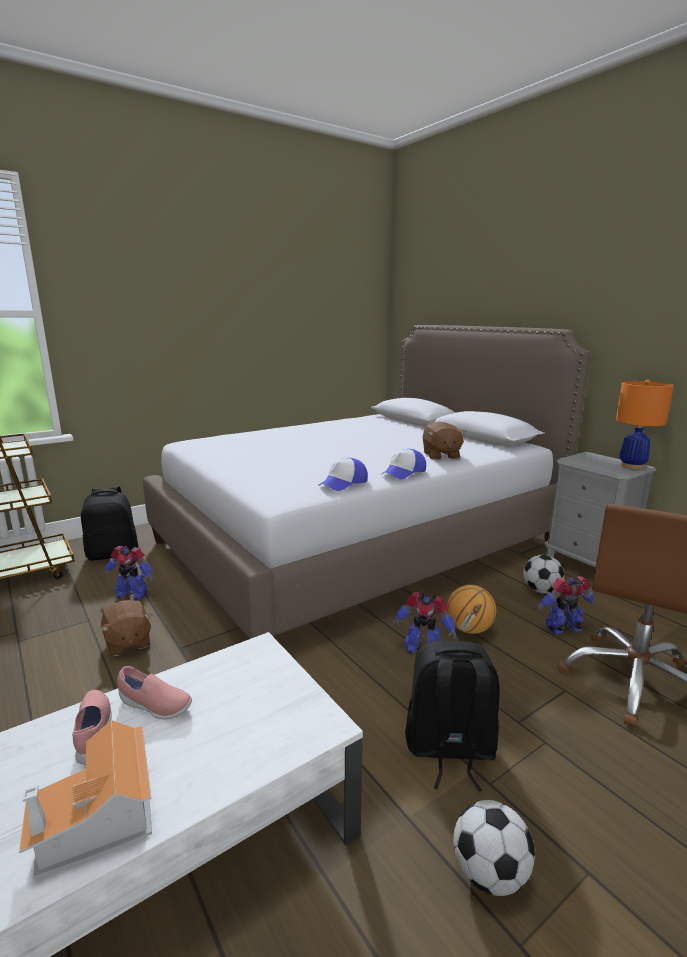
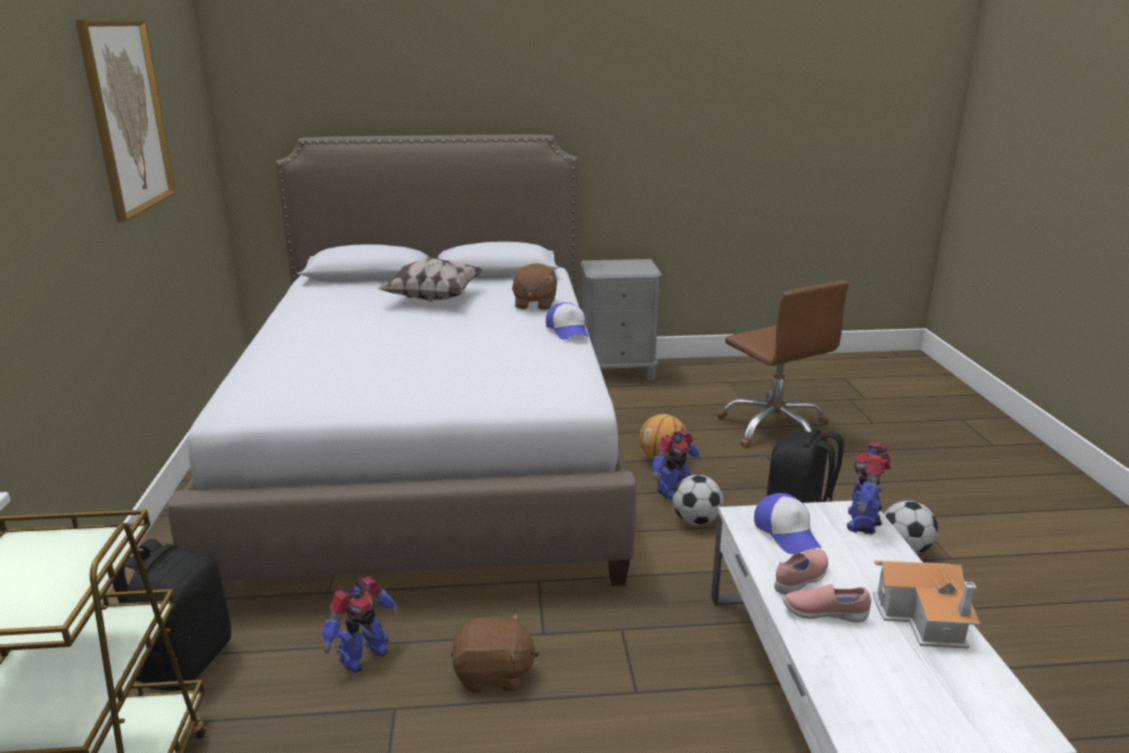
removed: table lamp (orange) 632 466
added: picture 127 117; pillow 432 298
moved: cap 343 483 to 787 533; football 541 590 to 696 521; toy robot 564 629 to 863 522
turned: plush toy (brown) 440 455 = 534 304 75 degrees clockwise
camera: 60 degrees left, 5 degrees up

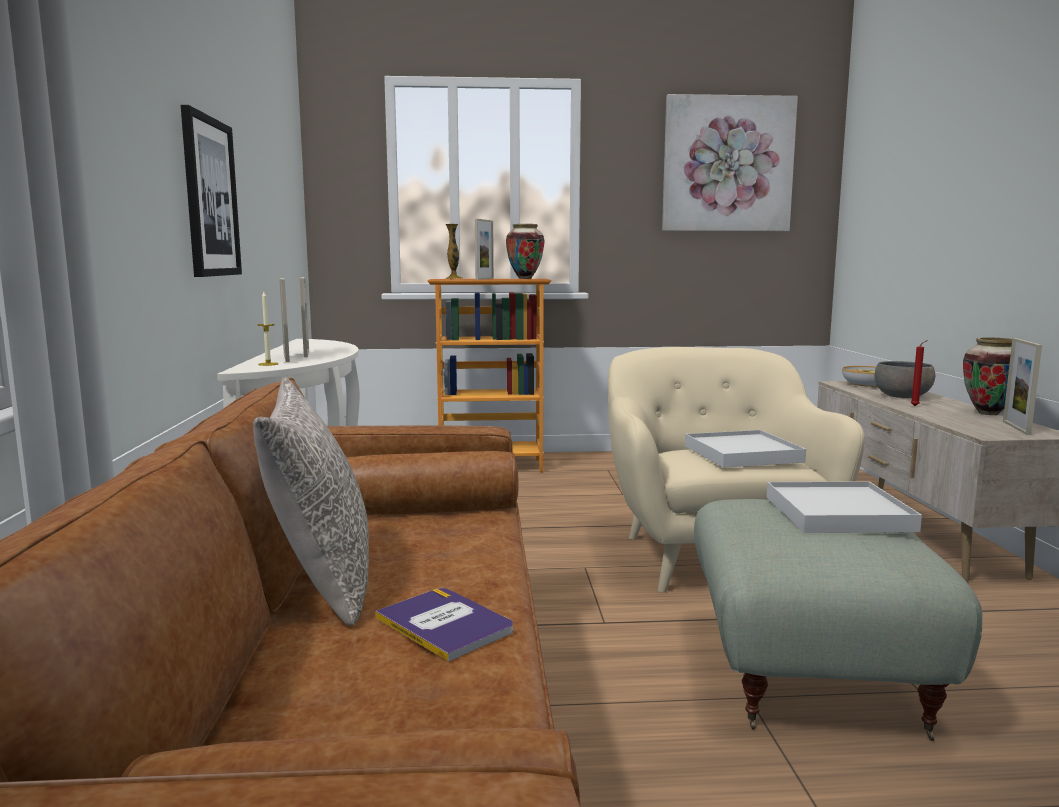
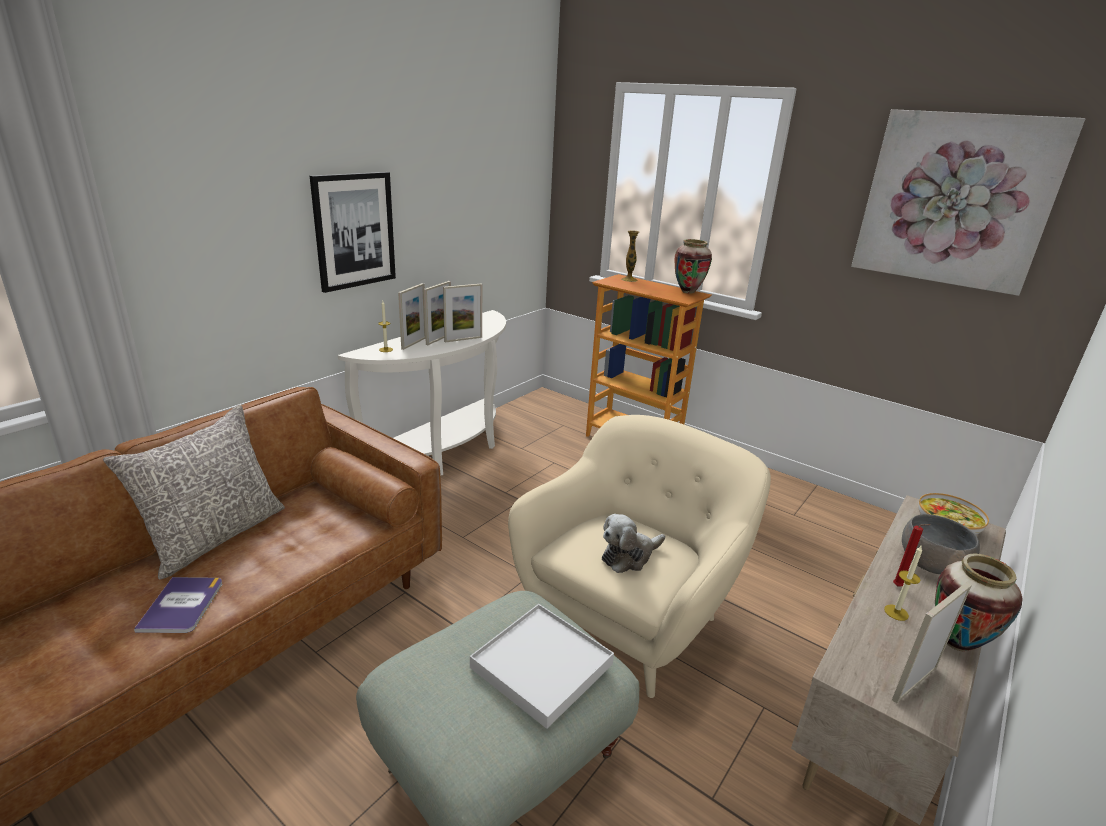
added: candle 896 612
moved: picture frame 484 279 to 463 339
replaced: tray (white) 742 454 to plush toy 629 556
camera: 40 degrees right, 15 degrees up

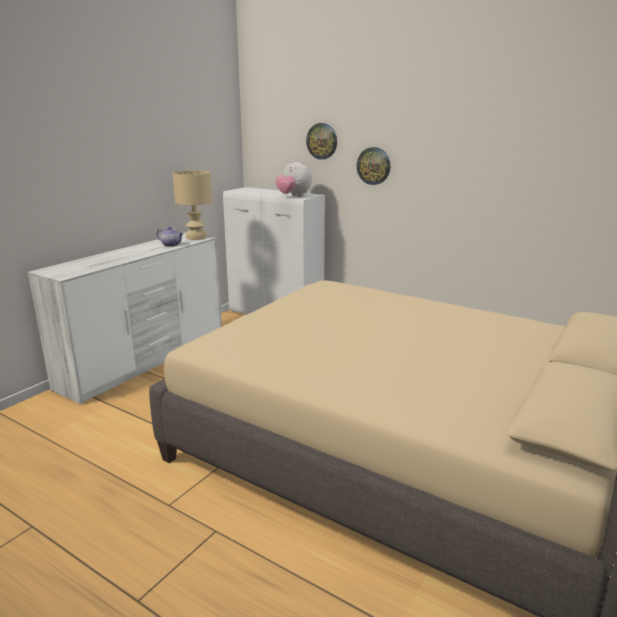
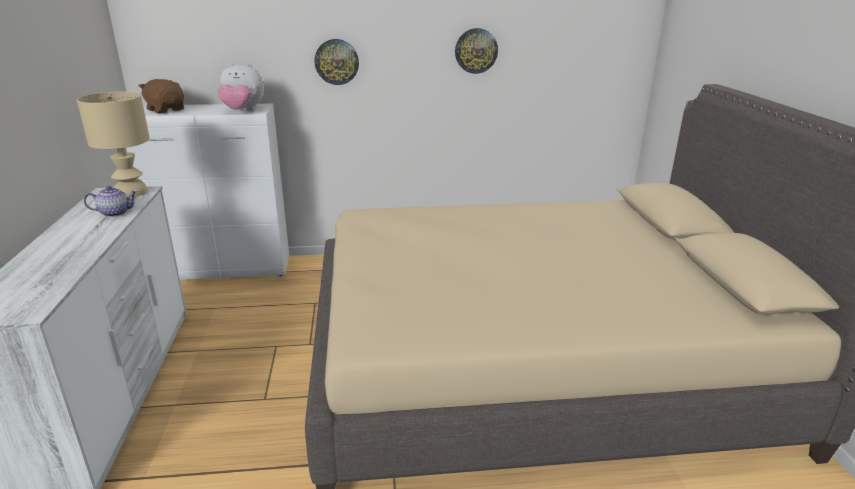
added: plush toy (brown) 166 110
moved: wall clock 322 141 to 476 51
camera: 40 degrees left, 5 degrees up

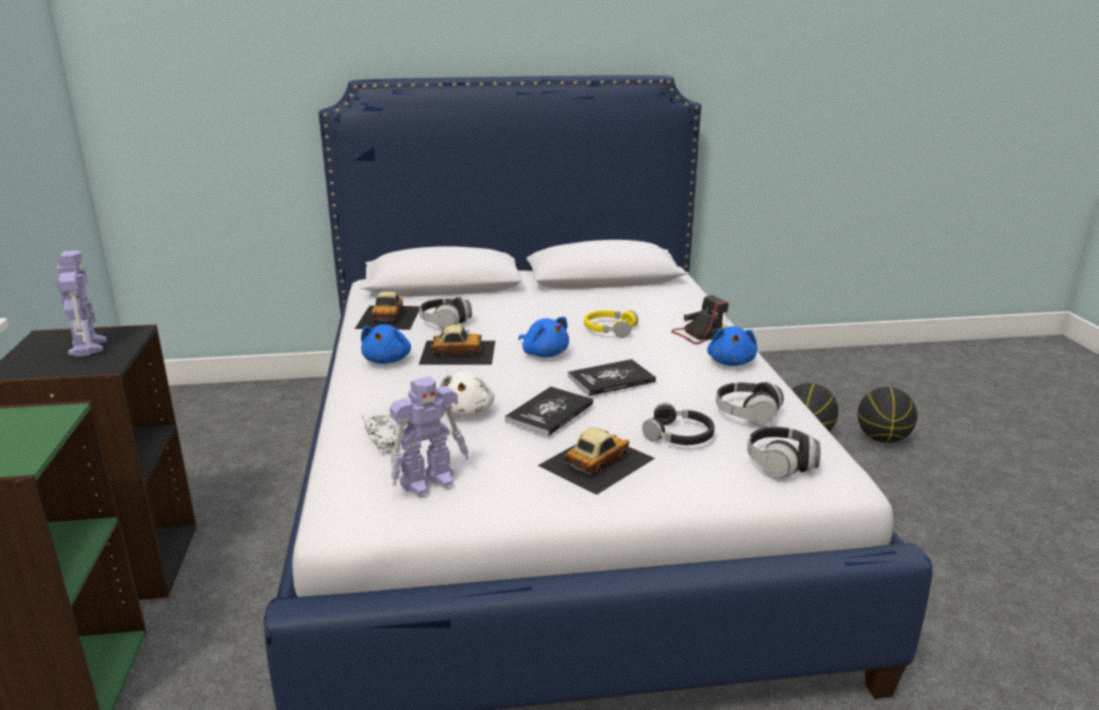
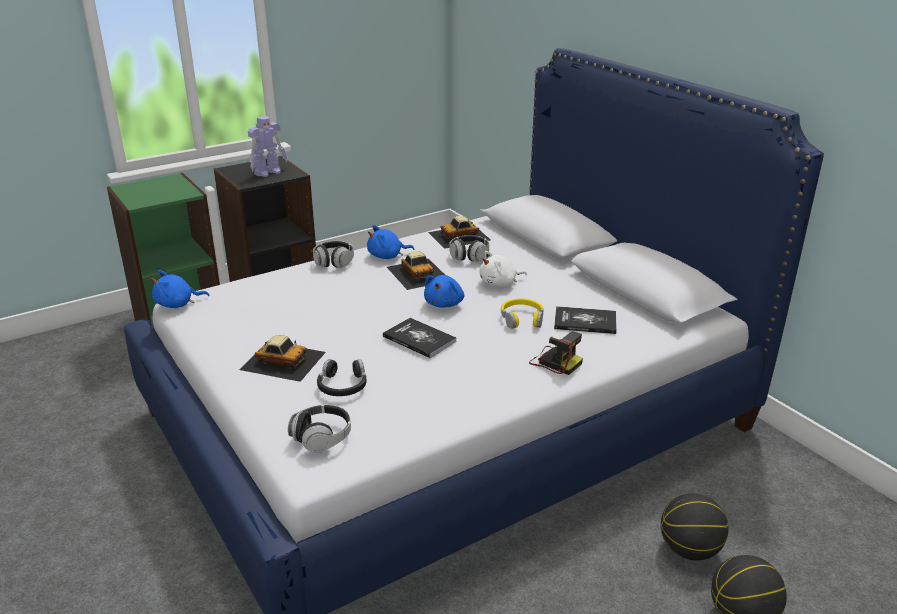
removed: toy robot 429 481; toy car (white) 384 438
moved: plush toy (blue) 731 362 to 177 304; plush toy (white) 467 411 to 500 283; headphones 747 414 to 334 262; book 549 413 to 585 321
camera: 65 degrees right, 5 degrees up

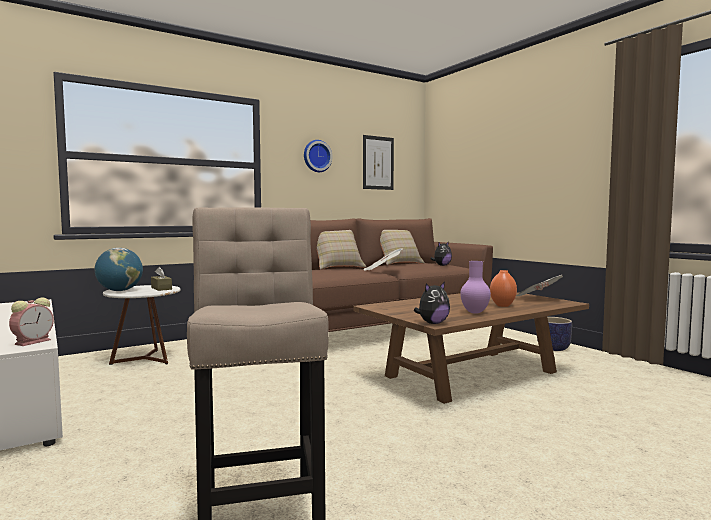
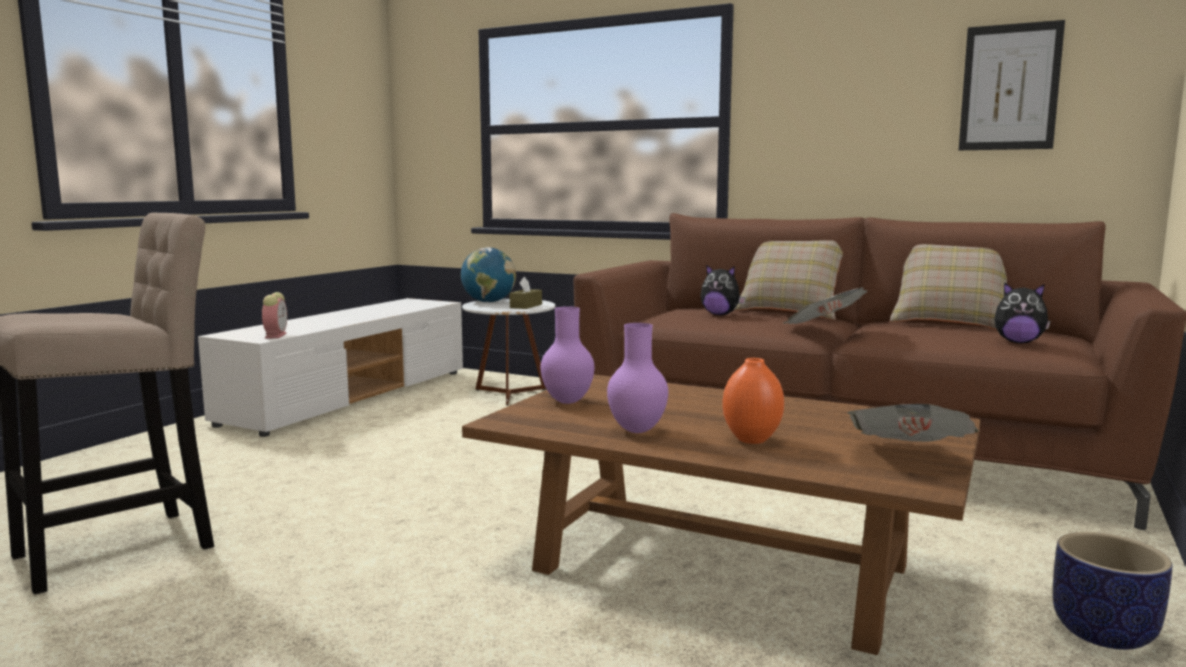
removed: wall clock 316 156
added: vase (purple) 569 401
moved: plush toy 432 323 to 720 315
turned: alarm clock 34 341 = 275 335 90 degrees counterclockwise
camera: 60 degrees right, 5 degrees up

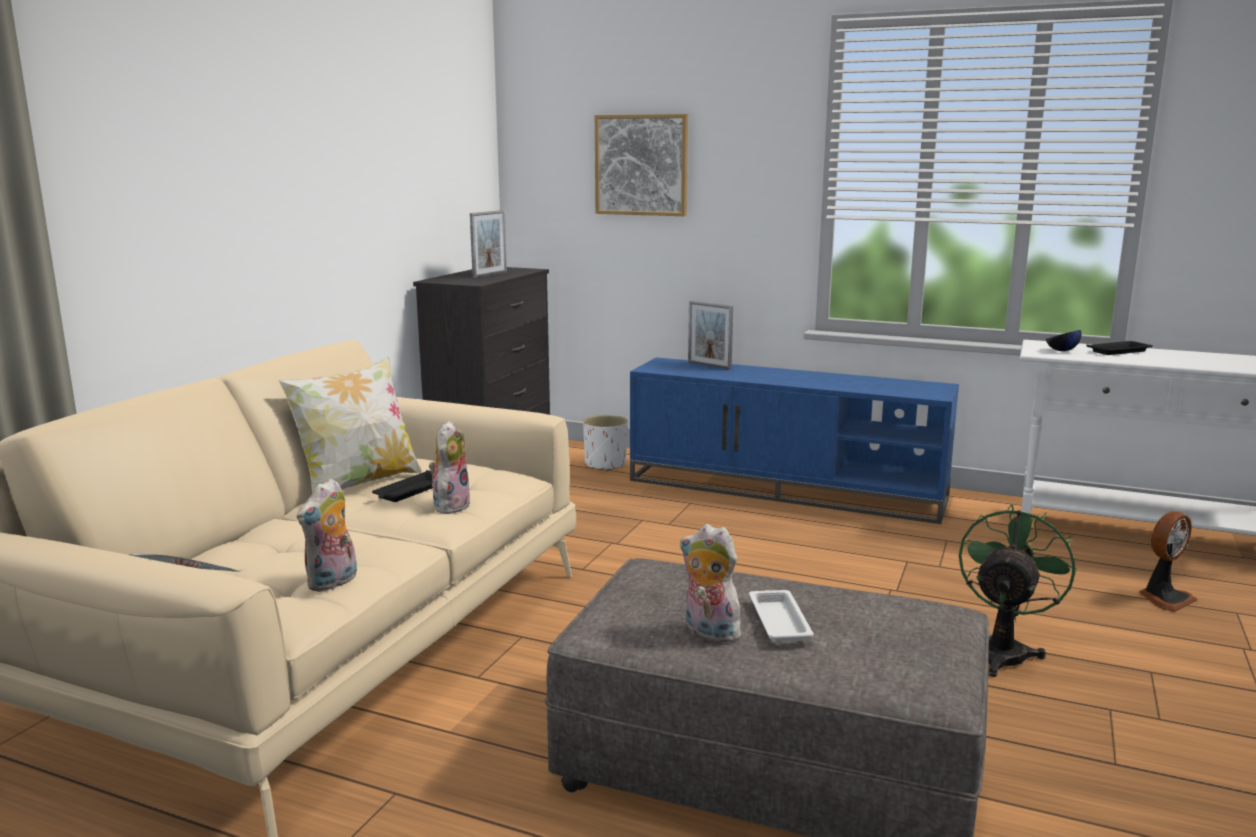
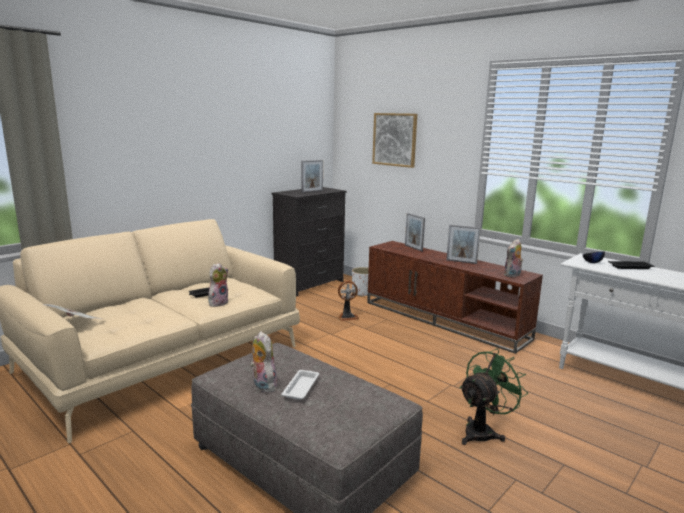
removed: pillow 358 484
added: picture frame 461 262
moved: plush toy 333 583 to 512 275; fan 1164 598 to 347 316
recoloured: tv stand (blue) 787 489 to tv stand (brown) 445 320
camera: 20 degrees right, 0 degrees up

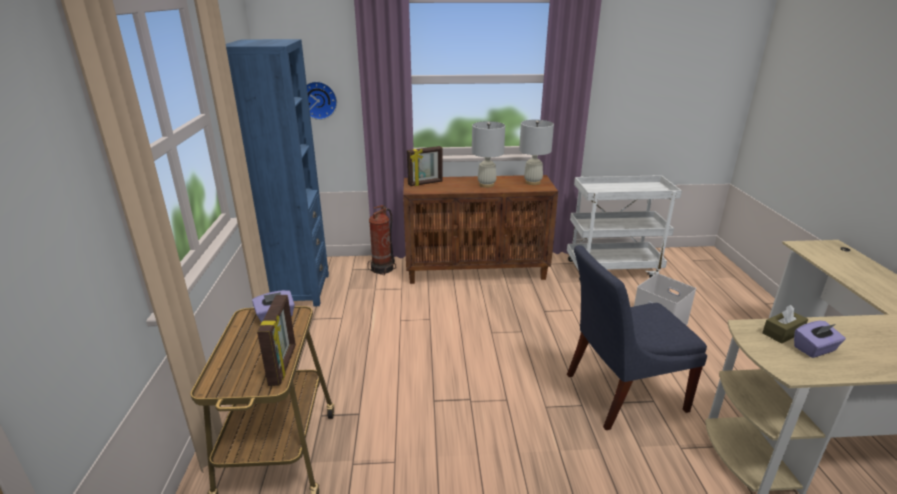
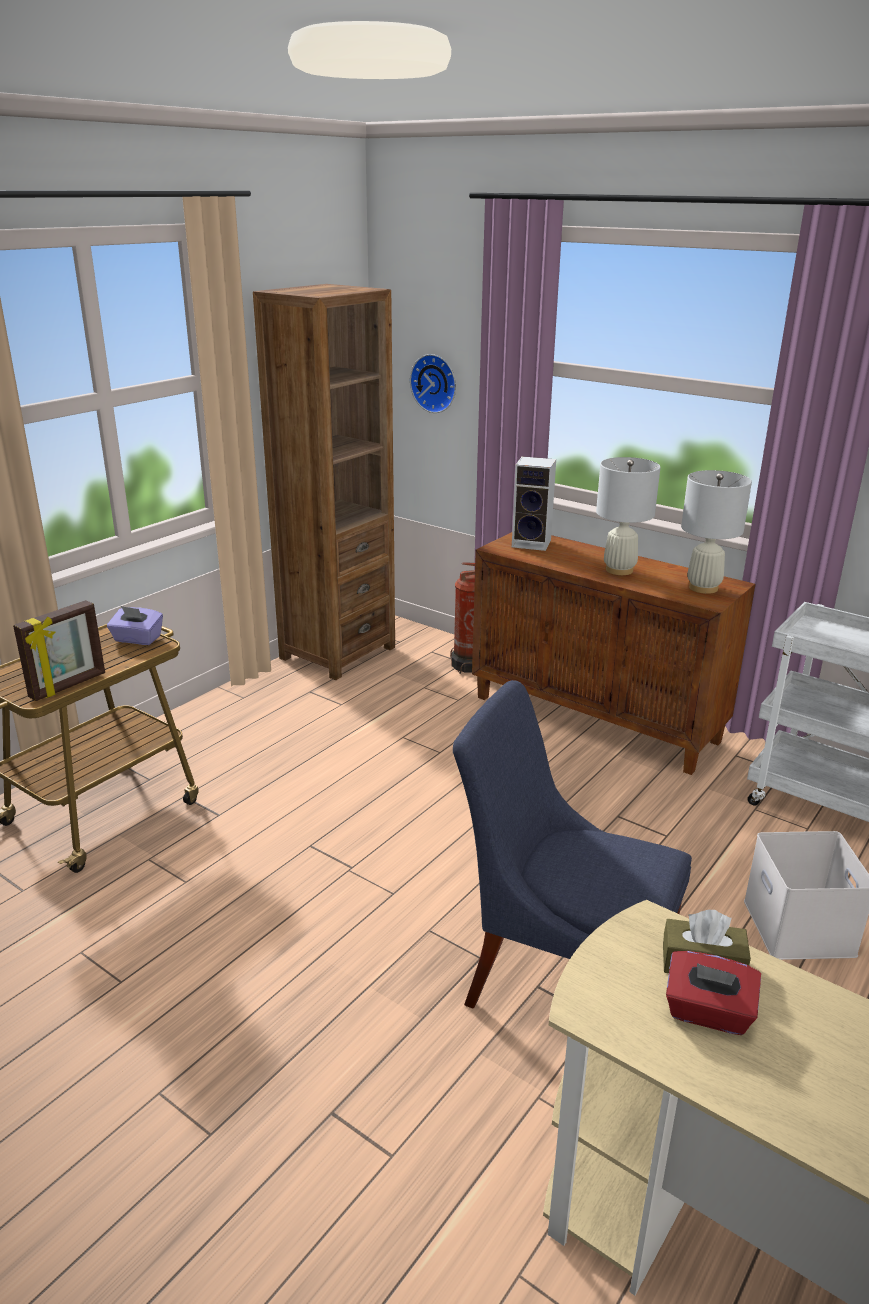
replaced: picture frame 425 183 to speaker 533 543
recoloured: bookcase (blue) 298 290 to bookcase (brown) 337 652; tissue box (purple) 814 349 to tissue box (red) 708 1013
camera: 40 degrees right, 0 degrees up

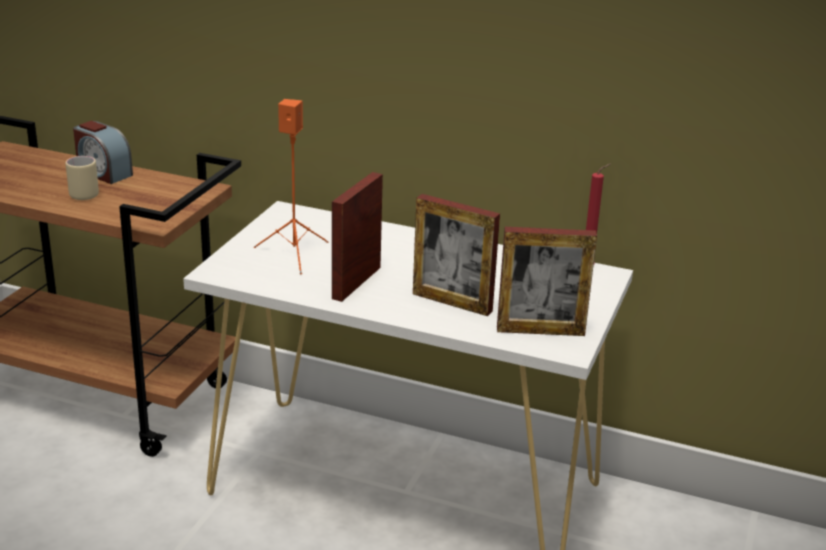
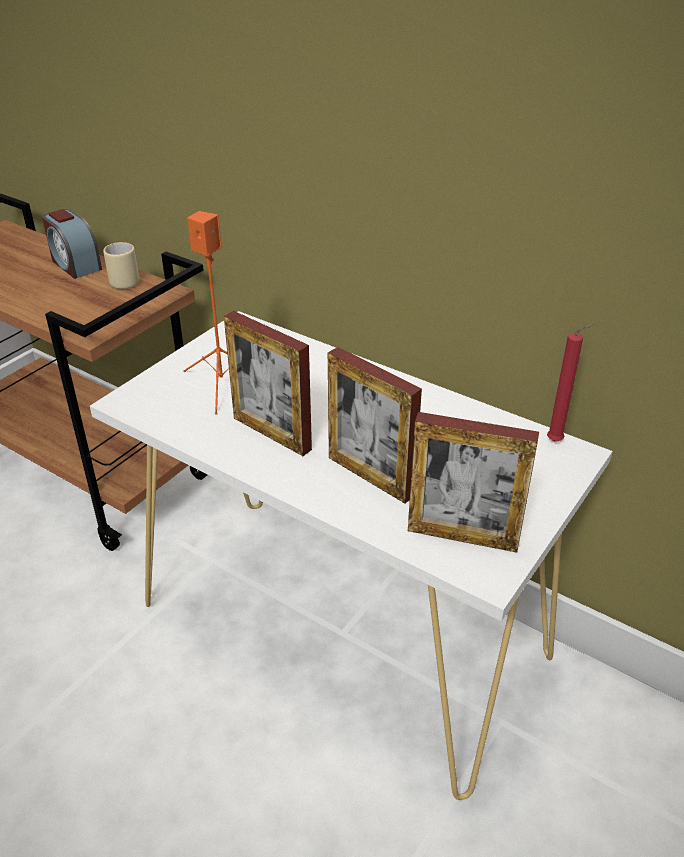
moved: mug (beige) 82 193 to 124 281
turned: picture frame 356 283 = 272 433 90 degrees counterclockwise
camera: 15 degrees right, 10 degrees up

